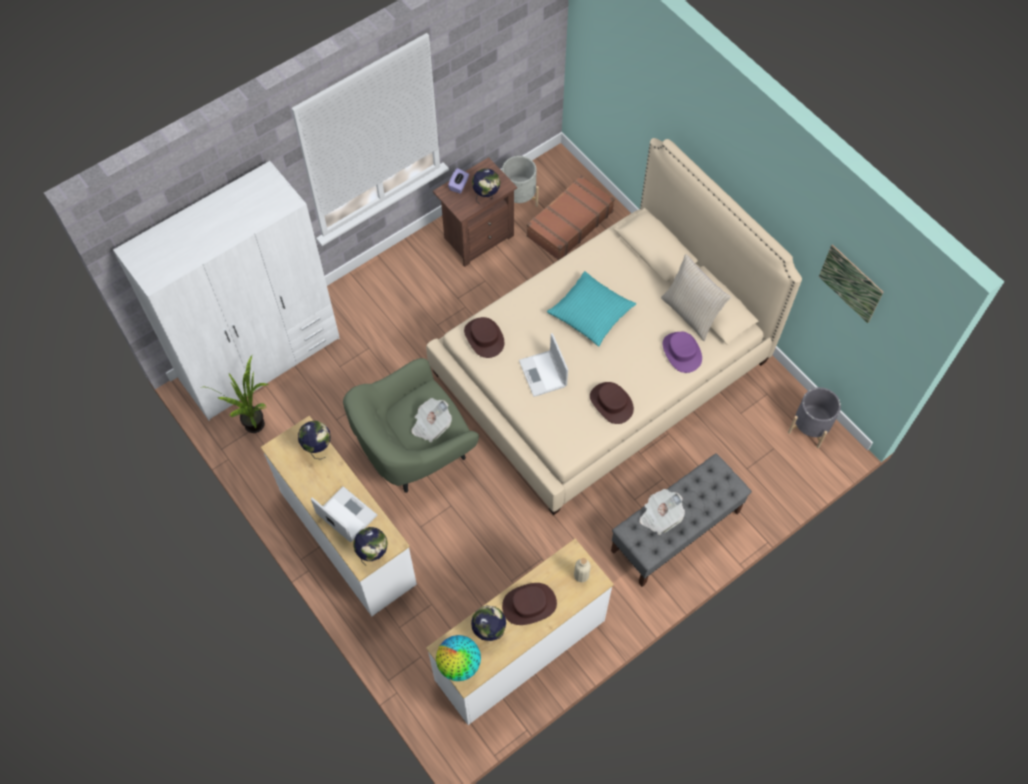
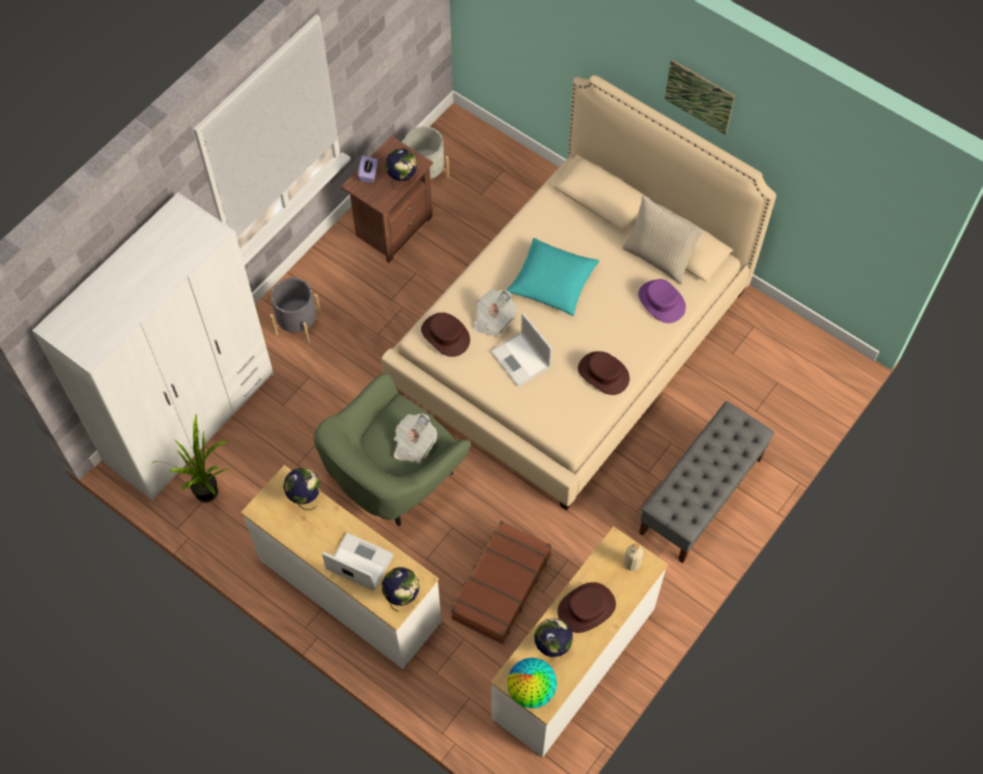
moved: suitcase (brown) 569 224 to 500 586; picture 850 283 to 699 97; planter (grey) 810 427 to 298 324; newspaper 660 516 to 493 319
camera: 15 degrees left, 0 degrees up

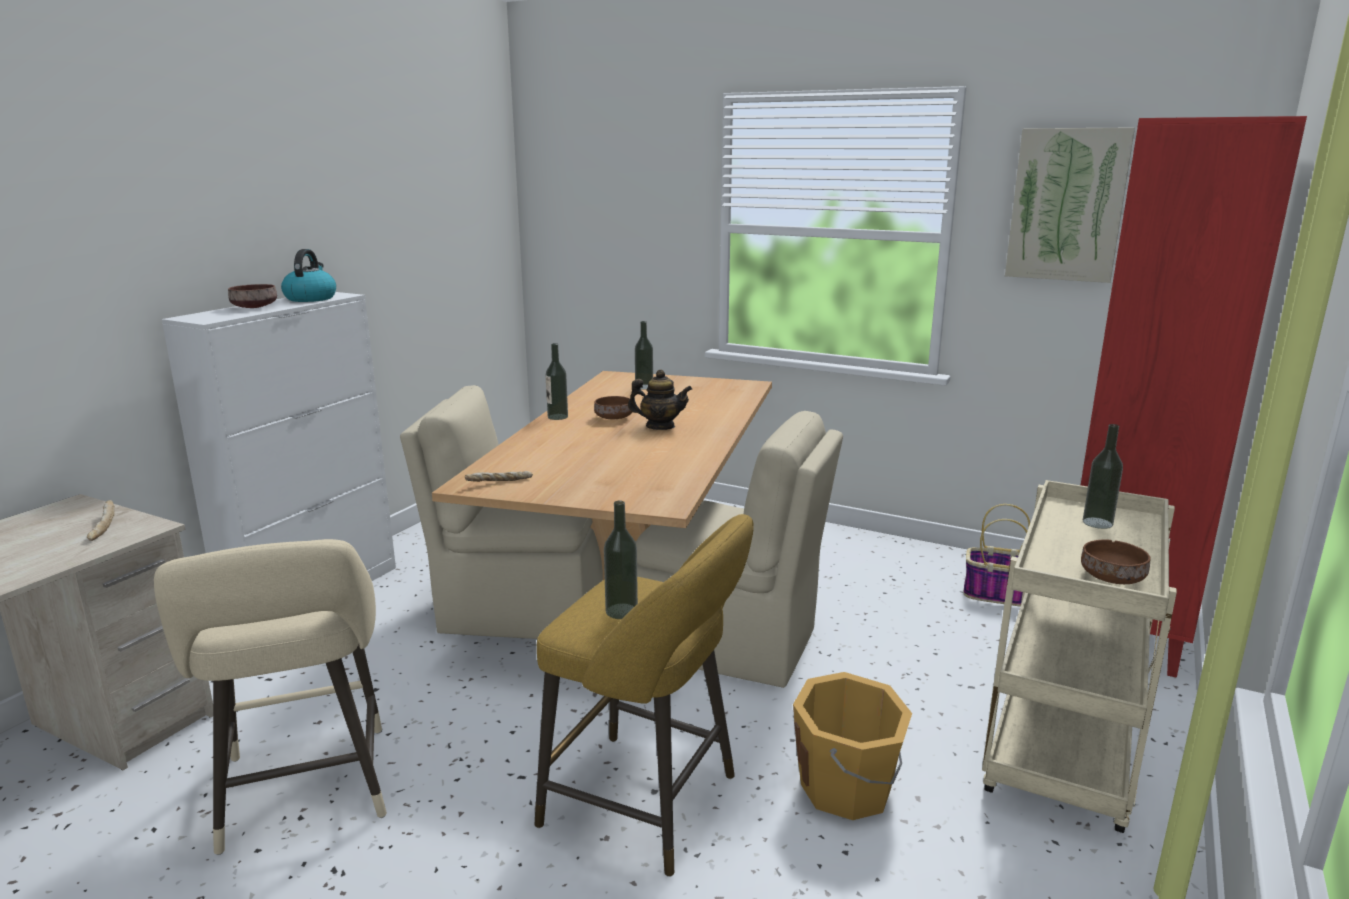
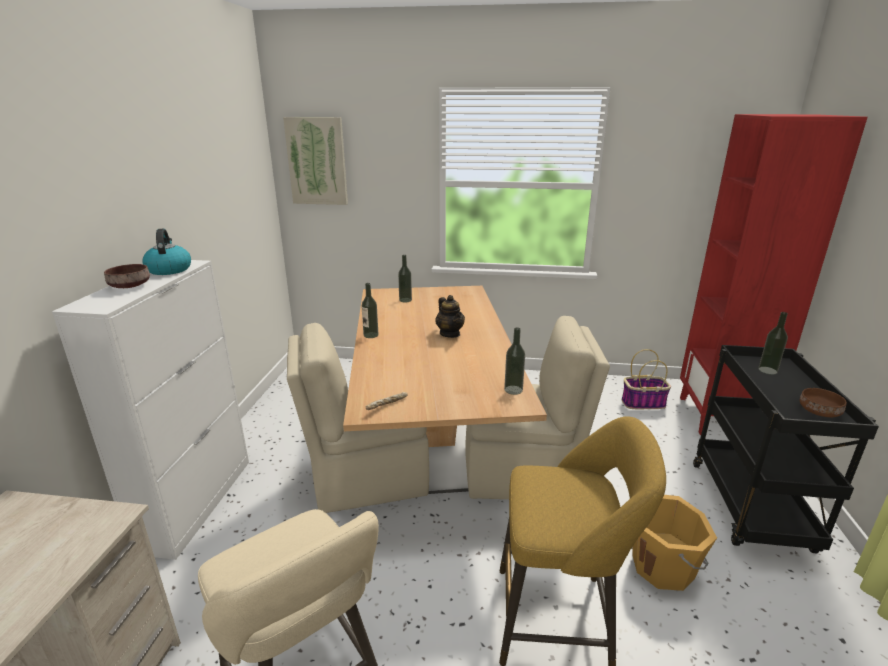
removed: bowl (brown) 614 417; bread 102 527
moved: picture 1067 205 to 317 161; bottle 621 611 to 513 390
recoloured: cart (beige) 1063 756 to cart (black) 752 508
turned: teapot 660 427 = 450 334 75 degrees clockwise
camera: 20 degrees left, 5 degrees up

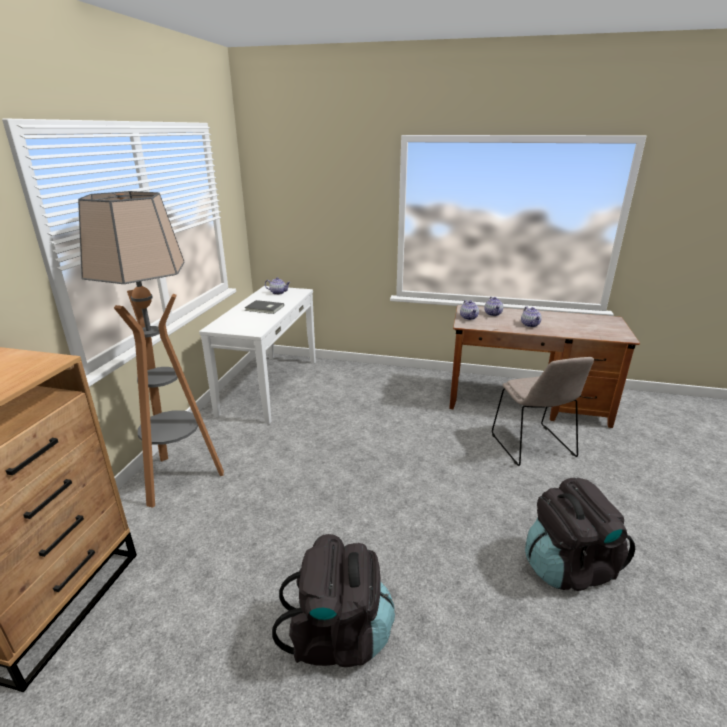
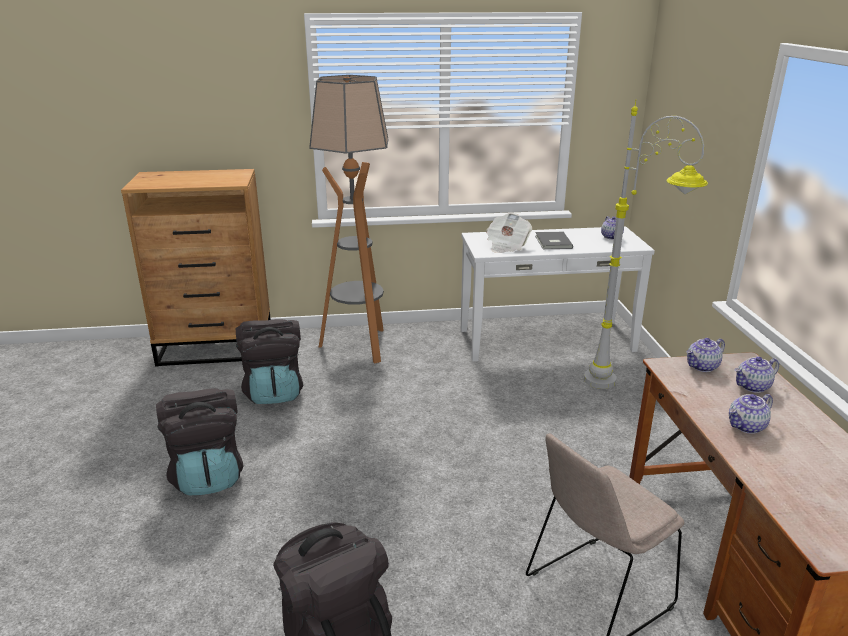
added: floor lamp (grey) 625 389; newspaper 506 246; backpack (black) 274 391
camera: 70 degrees right, 0 degrees up

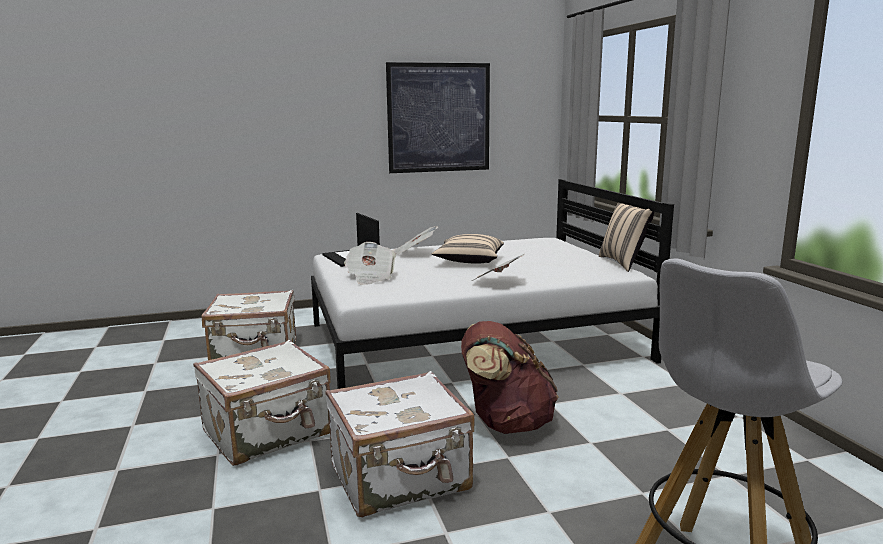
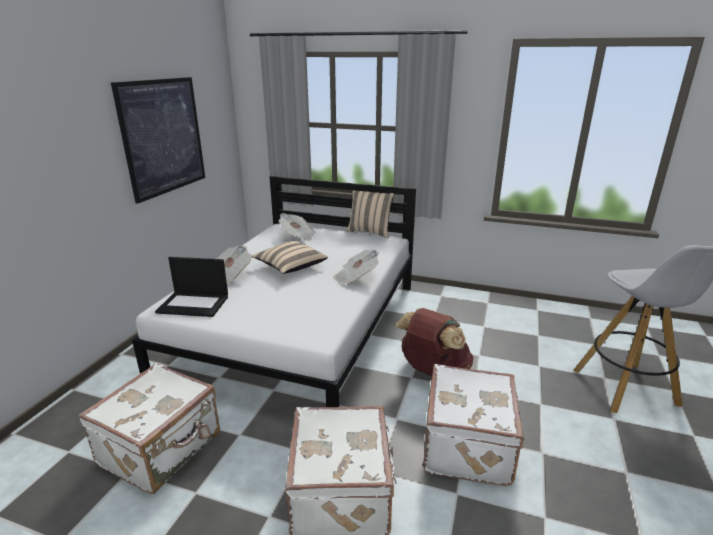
moved: newspaper 370 277 to 298 236
camera: 55 degrees left, 10 degrees up

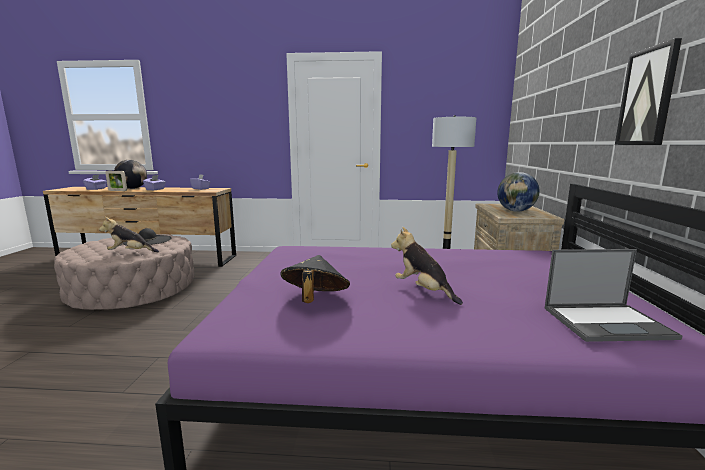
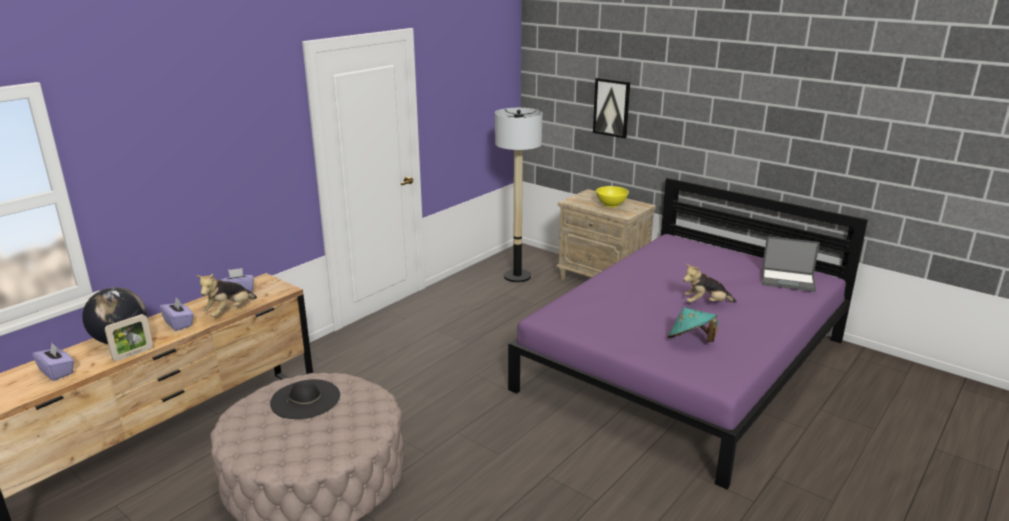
moved: picture 647 97 to 611 107; plush toy 130 253 to 229 311
replaced: globe 516 211 to bowl (yellow) 611 204
recoloured: hat (black) 315 300 to hat (turquoise) 690 341
turned: laptop 607 322 = 788 280 75 degrees clockwise
camera: 55 degrees left, 10 degrees up

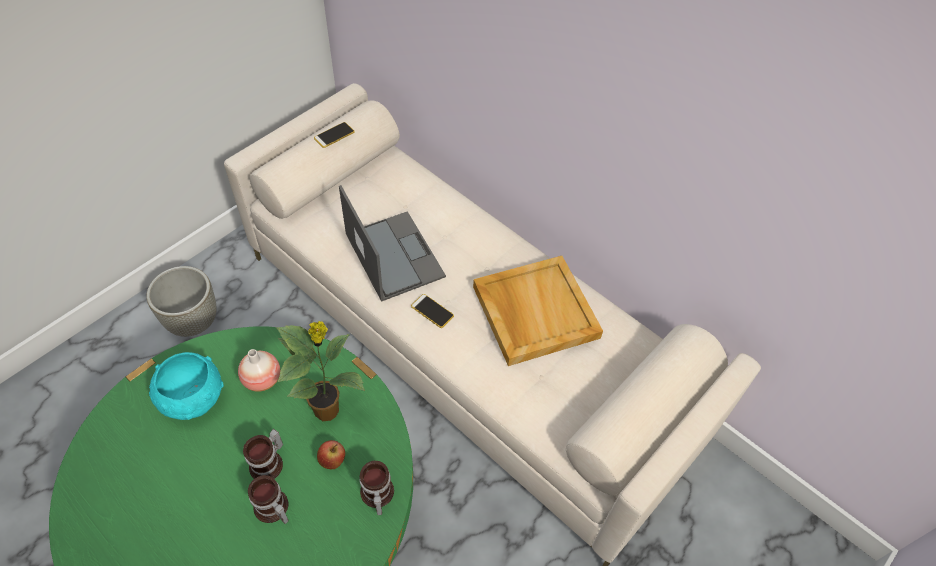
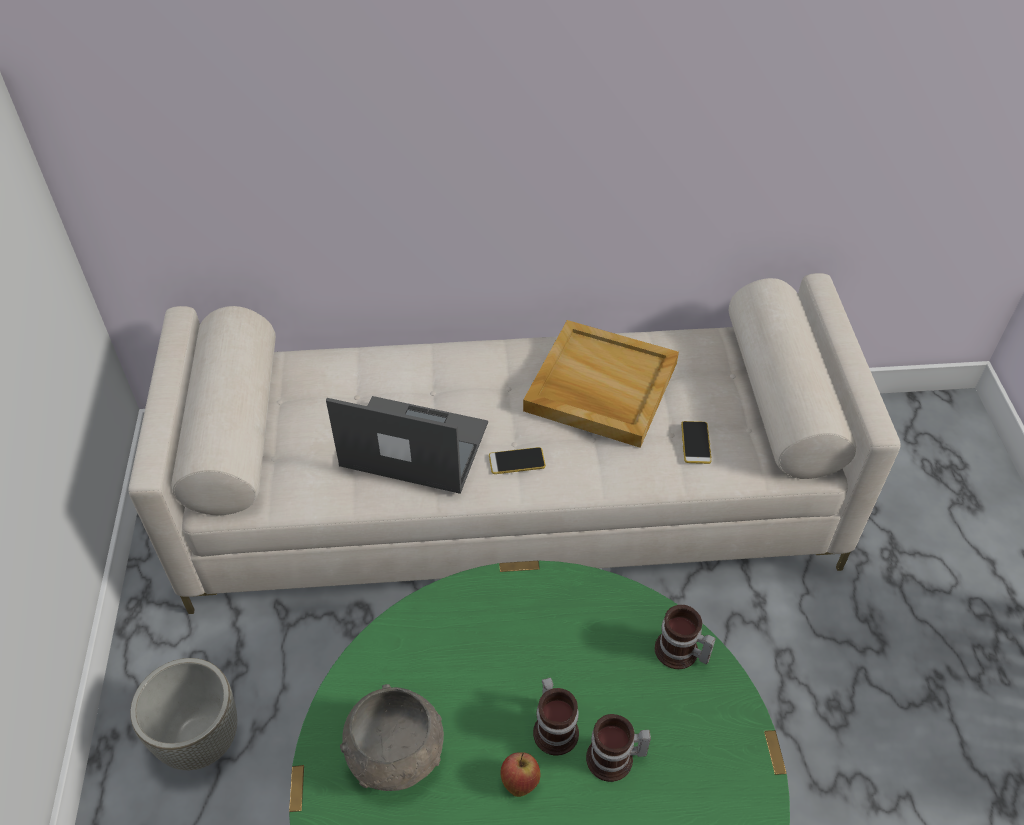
removed: potted plant 328 410; vase 262 379
moved: phone 334 135 to 696 442; apple 333 460 to 520 782
recoloured: bowl (turquoise) 192 399 to bowl (grey) 396 754
camera: 45 degrees left, 5 degrees down

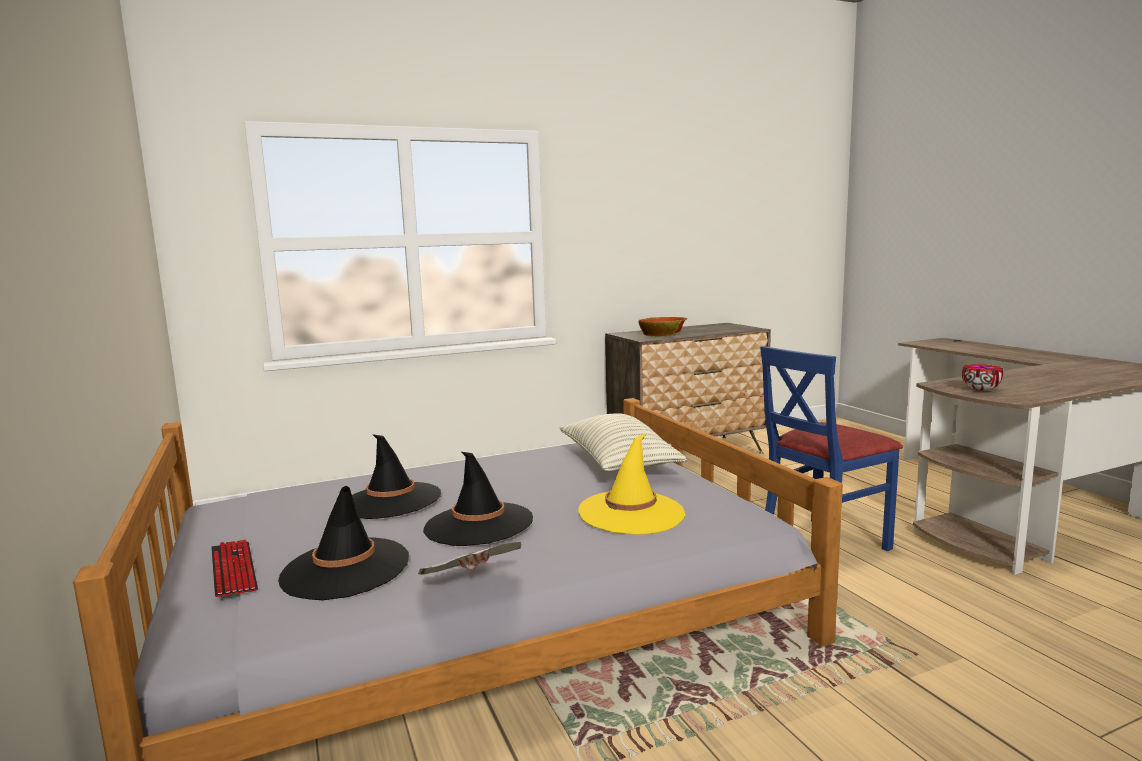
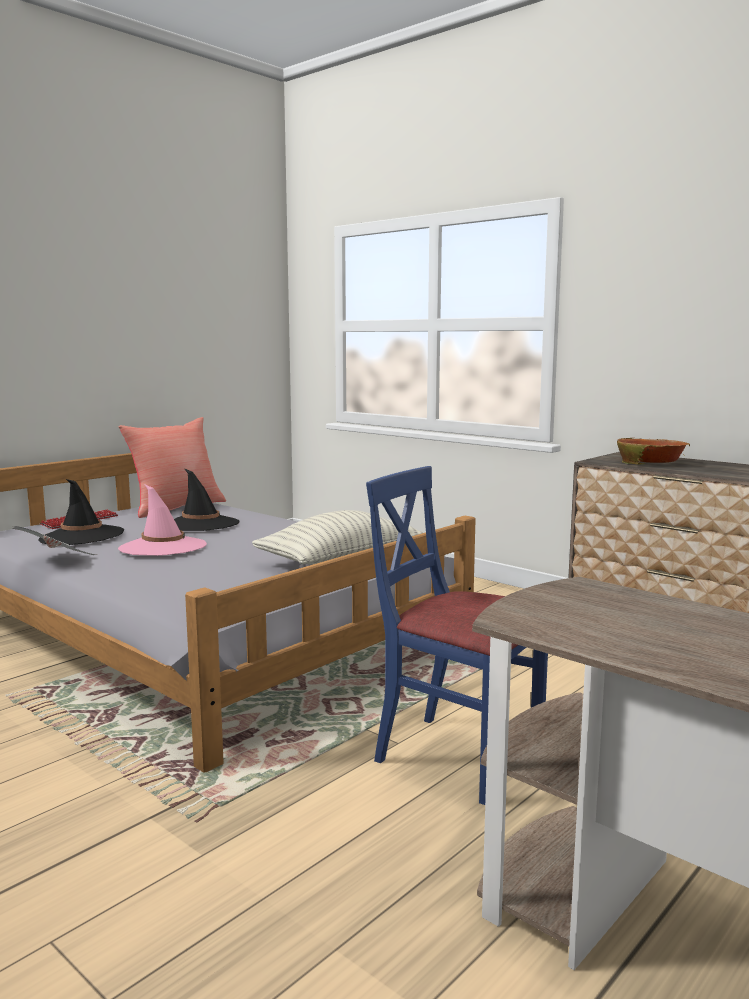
removed: bowl 981 390; hat (yellow) 631 513
added: pillow (red) 176 507
recoloured: hat (black) 478 524 to hat (pink) 163 547
camera: 65 degrees right, 0 degrees up

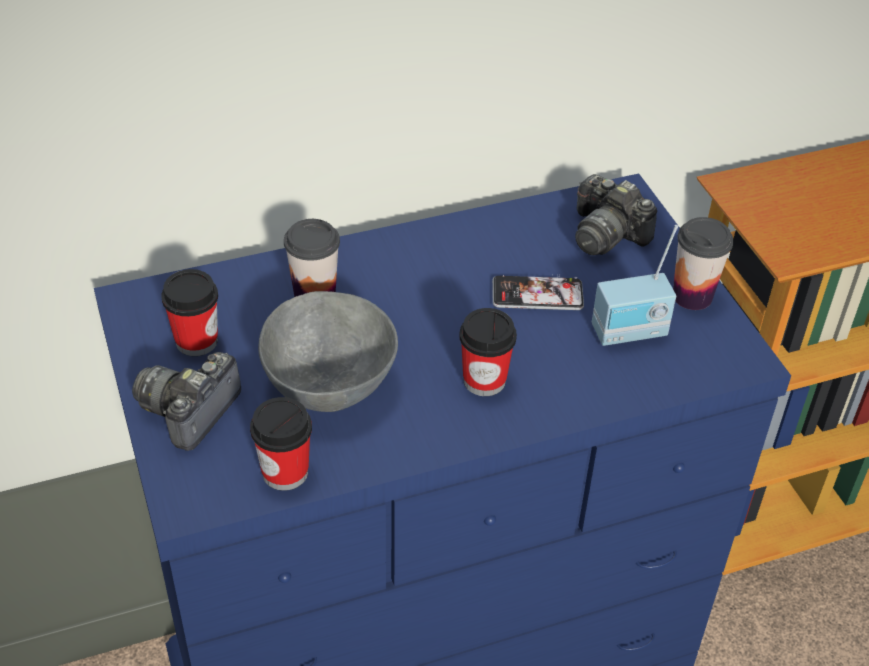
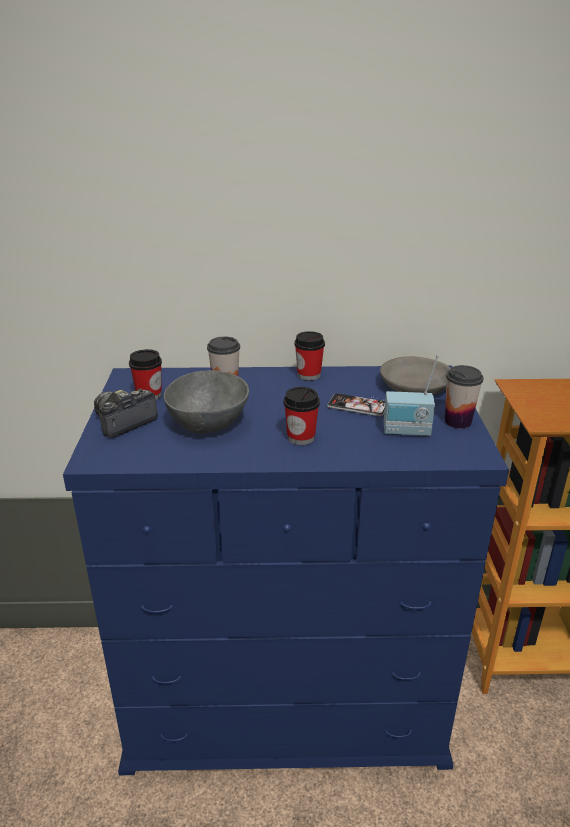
moved: cup 285 472 to 309 375
replaced: photo camera 606 234 to bowl (grey) 416 387
camera: 20 degrees right, 15 degrees down

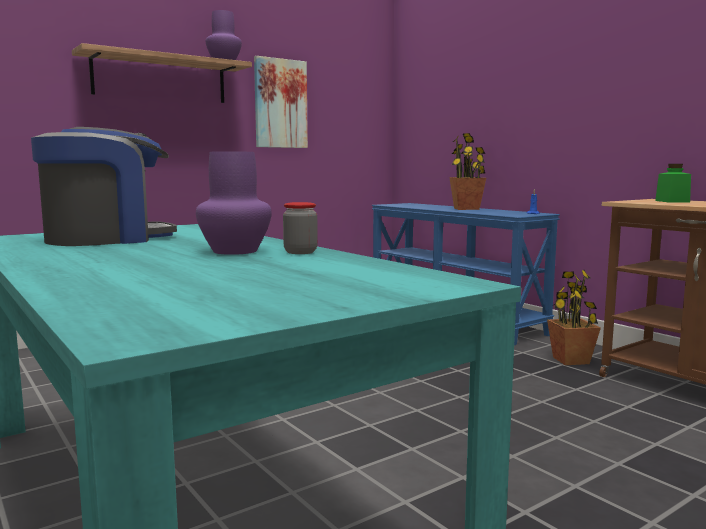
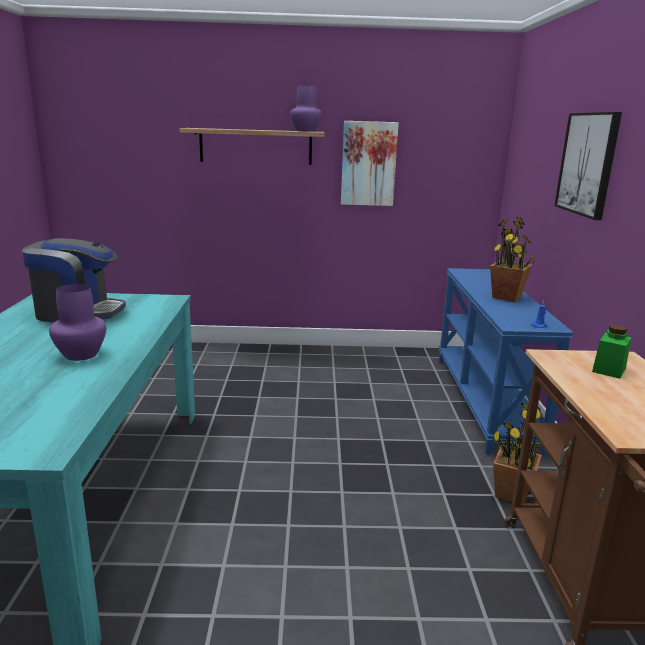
removed: jar 300 252
added: picture 588 164
camera: 35 degrees right, 10 degrees up

